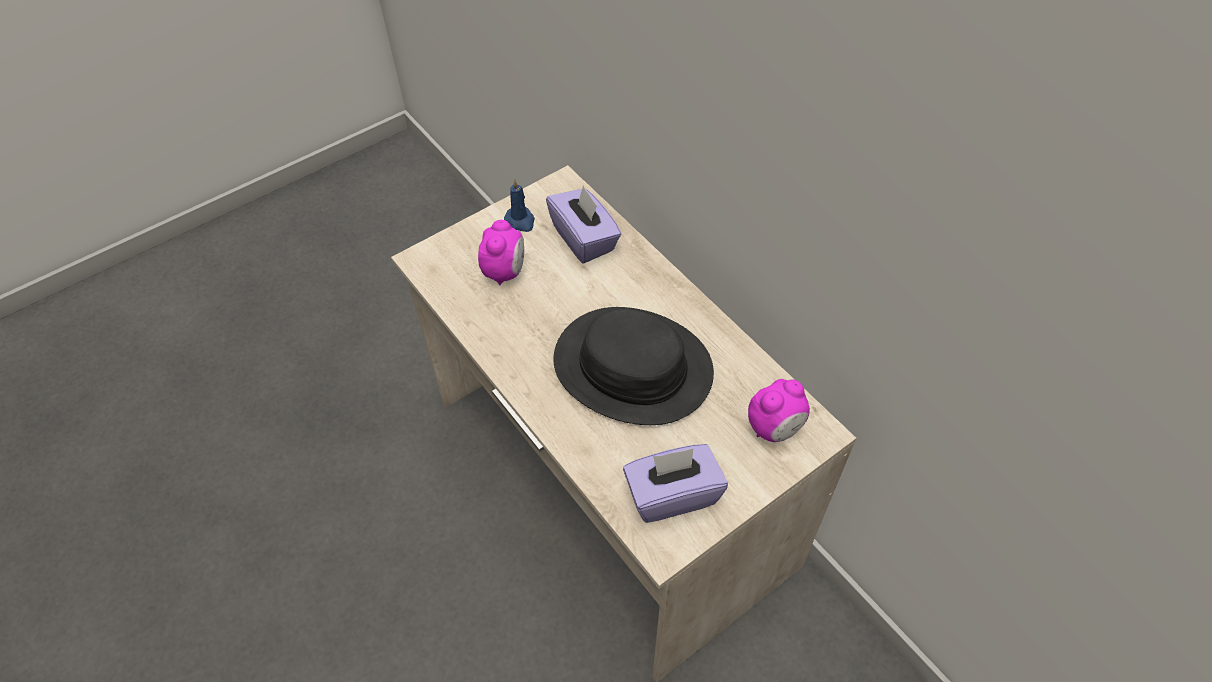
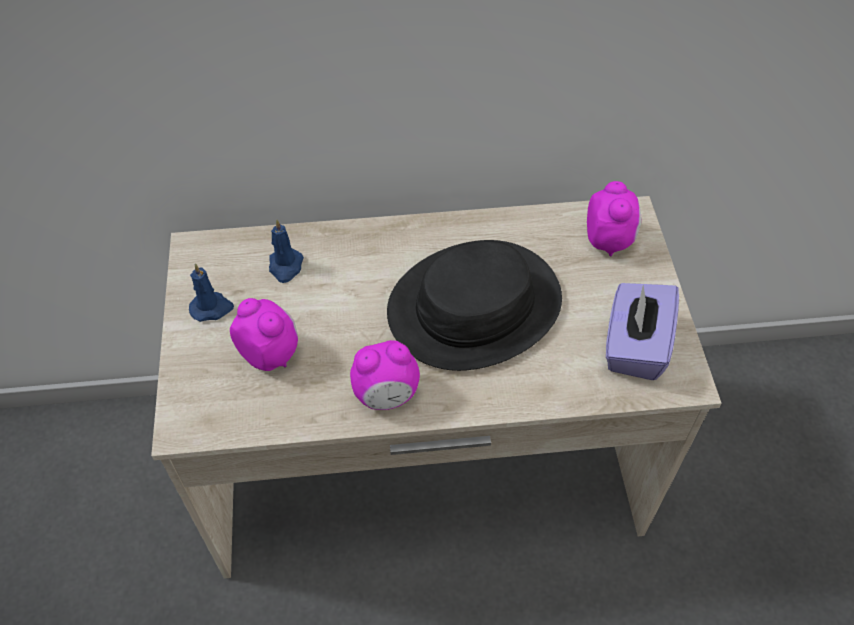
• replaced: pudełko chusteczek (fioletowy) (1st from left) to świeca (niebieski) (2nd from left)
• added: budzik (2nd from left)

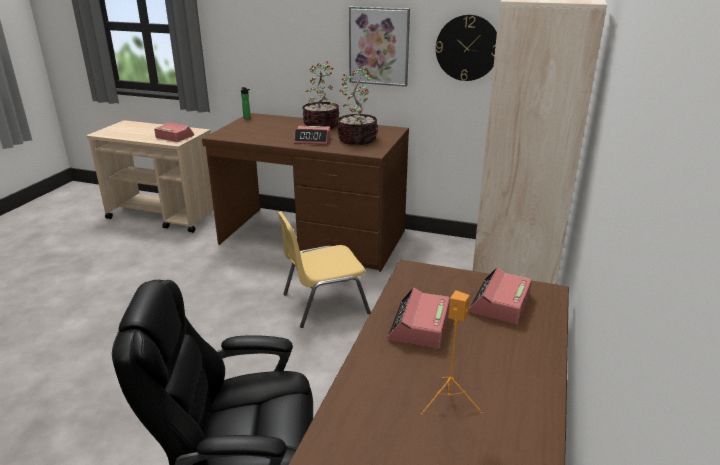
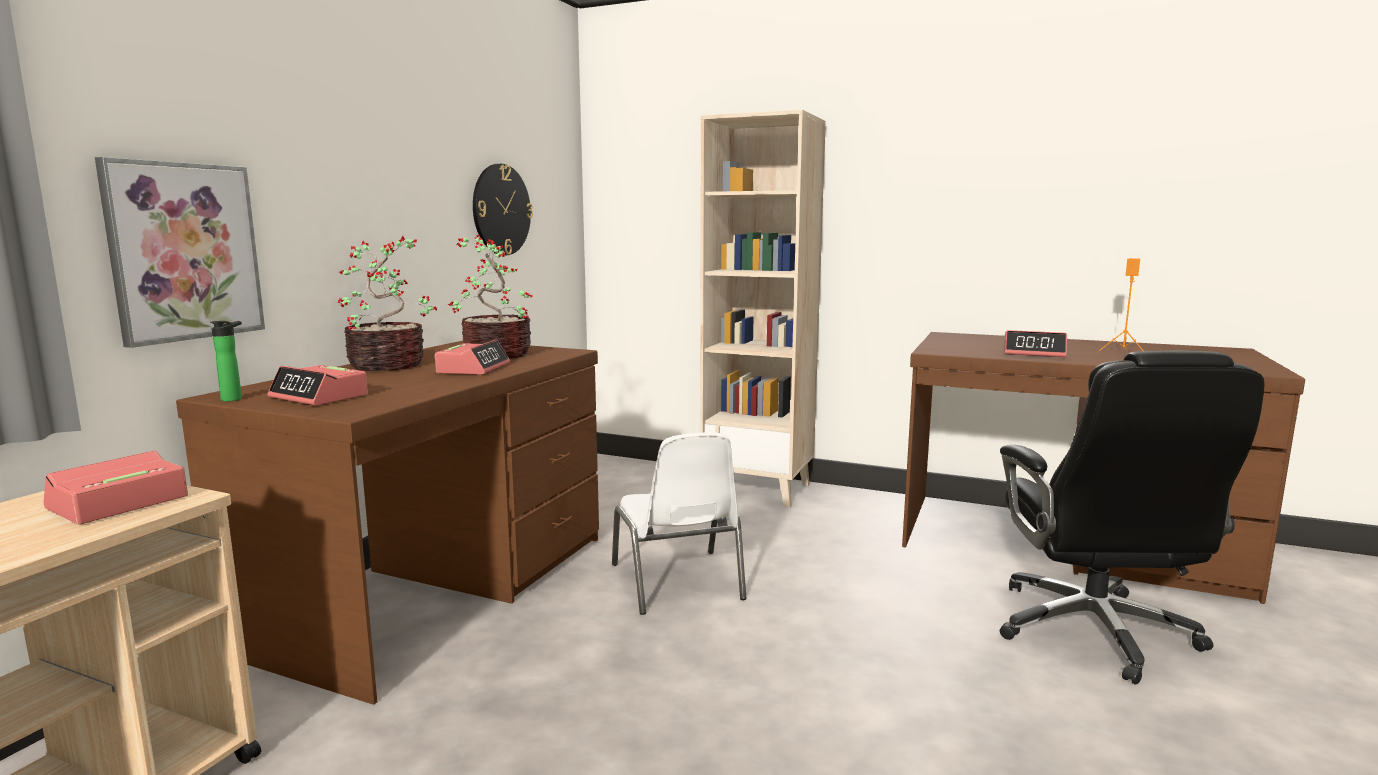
• recoloured: krzesło (żółty) to krzesło (biały)
• moved: obraz
• moved: budzik (4th from left in the first image) to budzik (2nd from left)

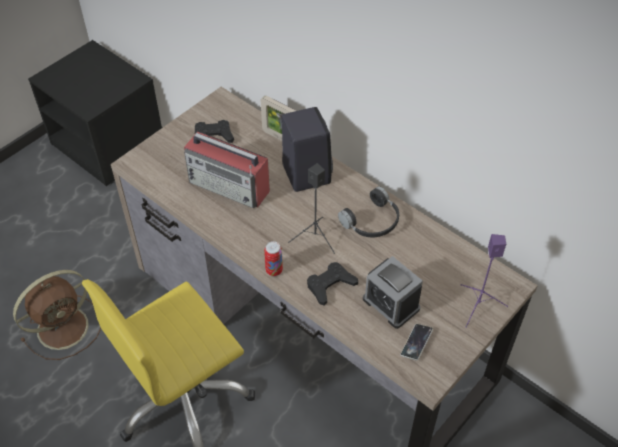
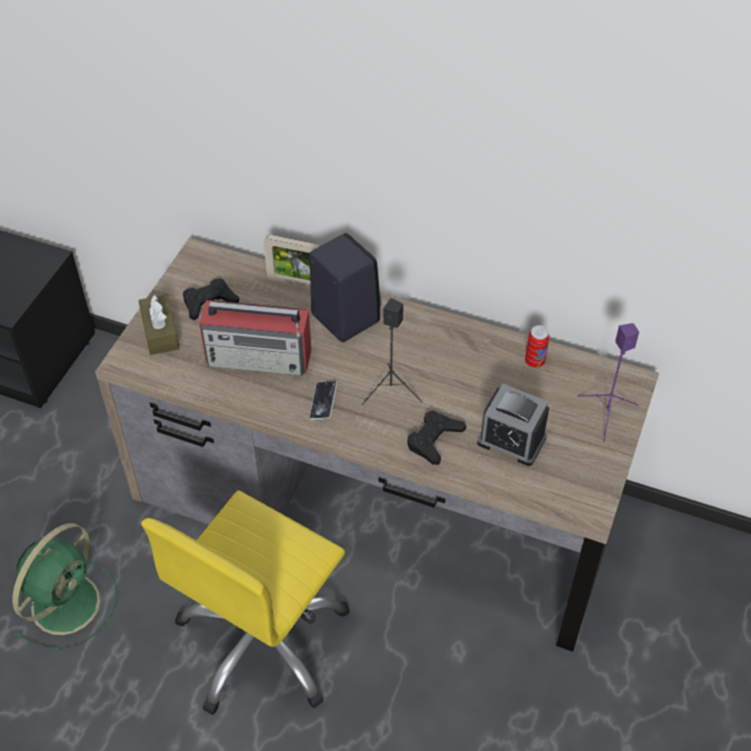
• recoloured: wentylator (brązowy) to wentylator (zielony)
• moved: puszka
• removed: słuchawki (czarny)
• moved: telefon
• added: pudełko chusteczek (brązowy)

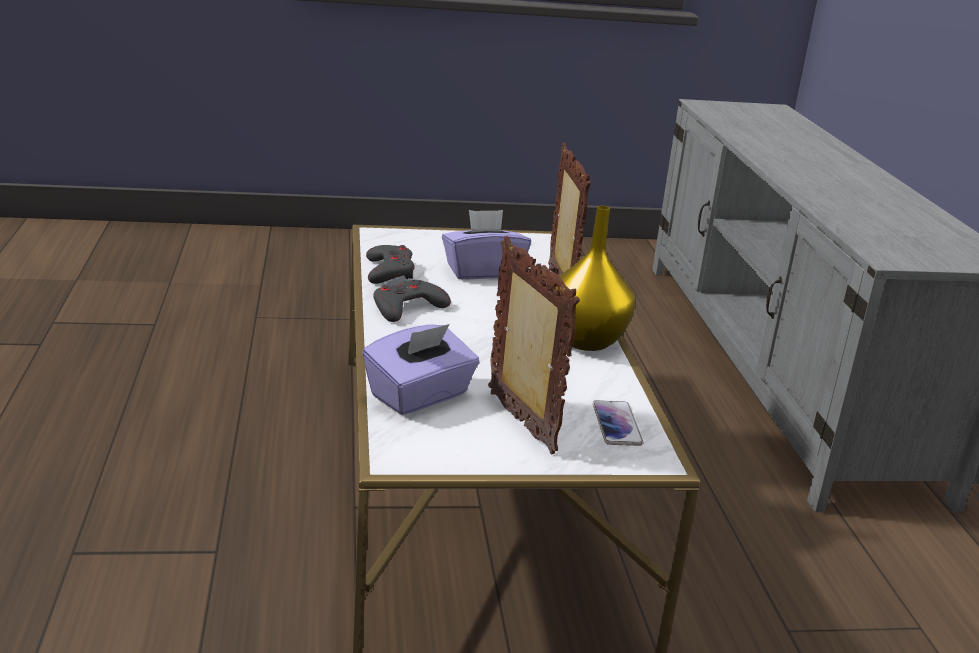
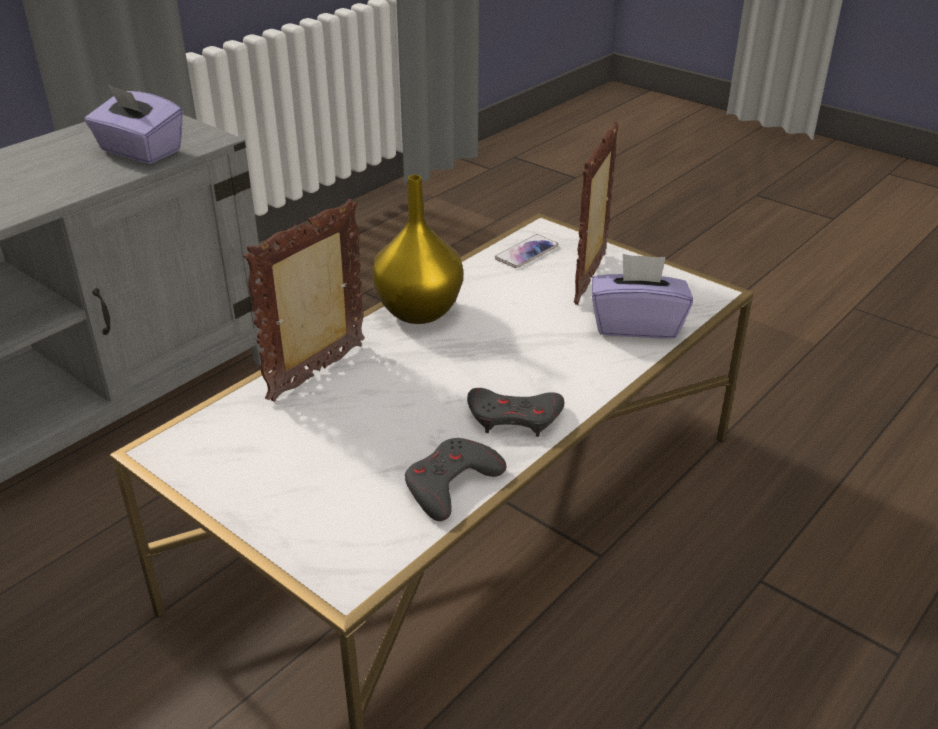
• moved: pudełko chusteczek (fioletowy) (2nd from left in the first image) to pudełko chusteczek (fioletowy) (1st from left)

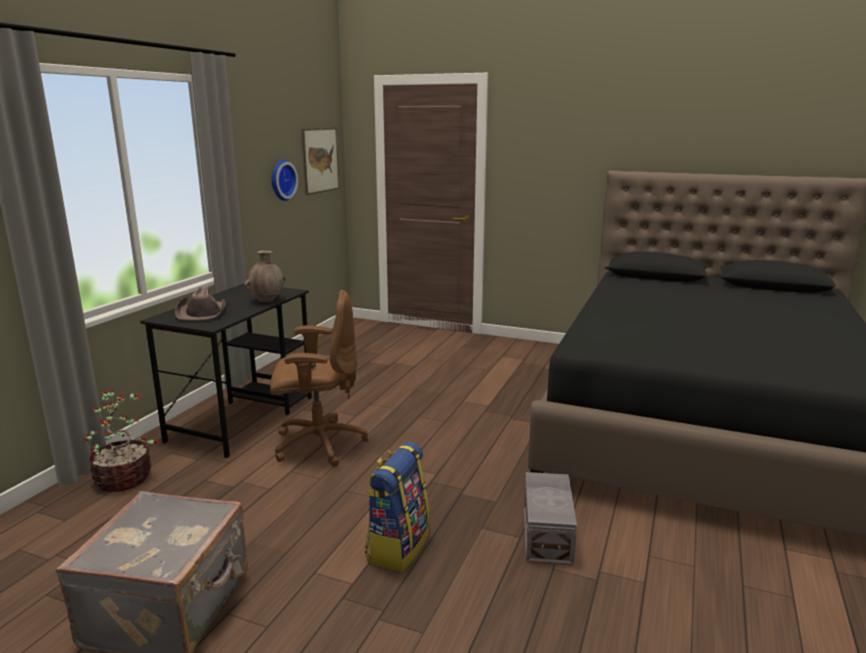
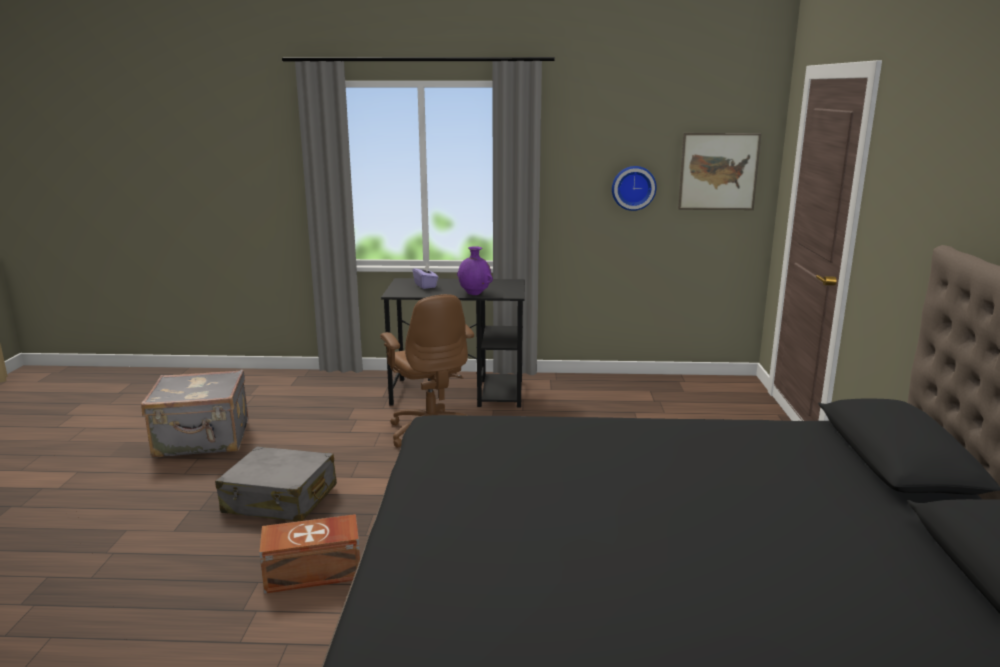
• removed: roślina doniczkowa
• replaced: kapelusz (brązowy) to pudełko chusteczek (fioletowy)
• recoloured: wazon (brązowy) to wazon (fioletowy)
• replaced: plecak to walizka (szary) (2nd from left)
• recoloured: pojemnik do przechowywania (szary) to pojemnik do przechowywania (brązowy)

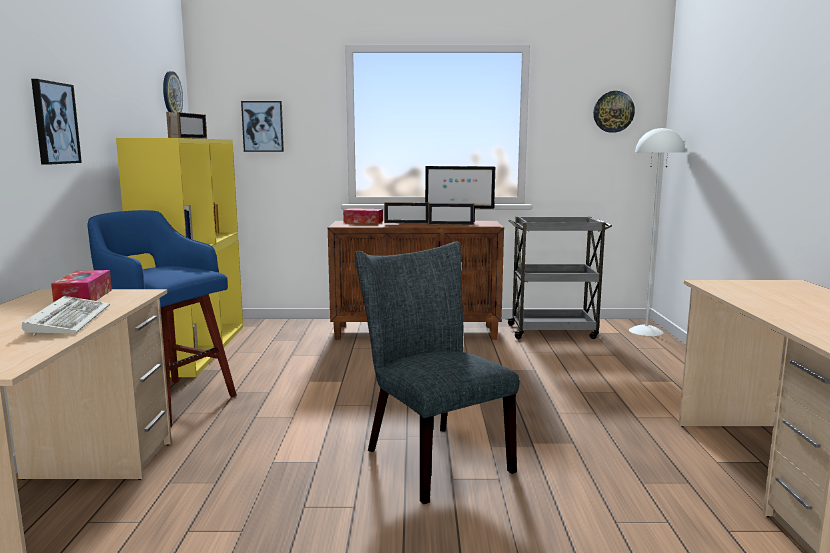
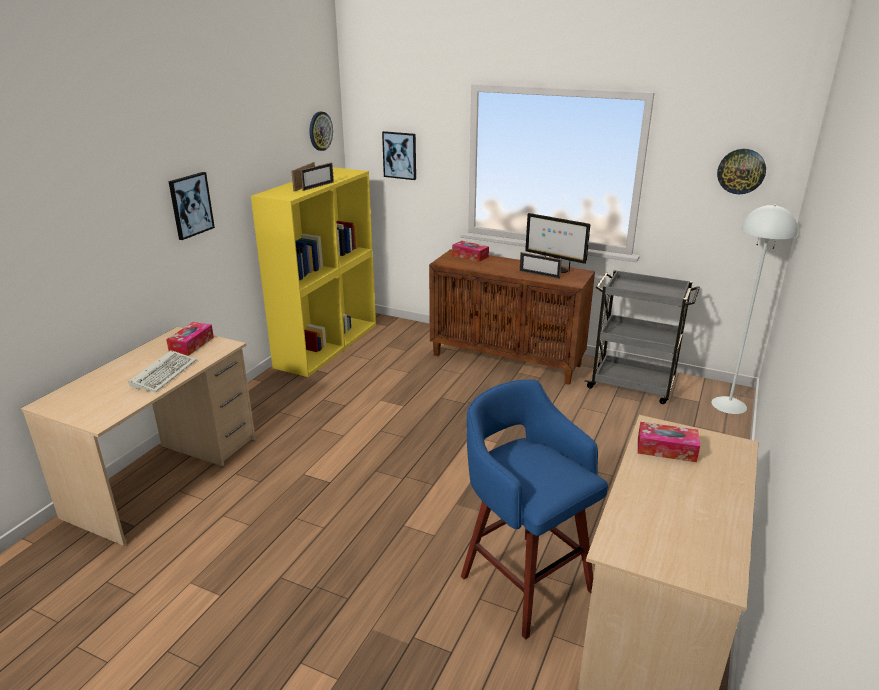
• moved: stołek (niebieski)
• removed: krzesło (szary)
• removed: ramka na zdjęcie (3rd from left)
• added: pudełko chusteczek (3rd from left)

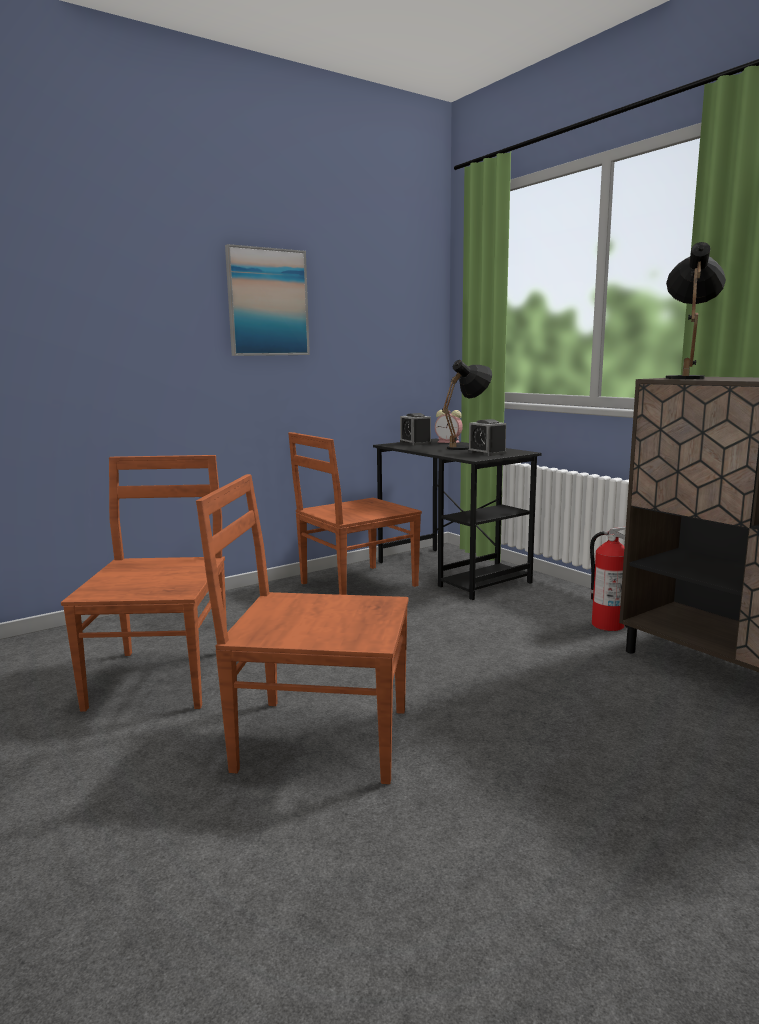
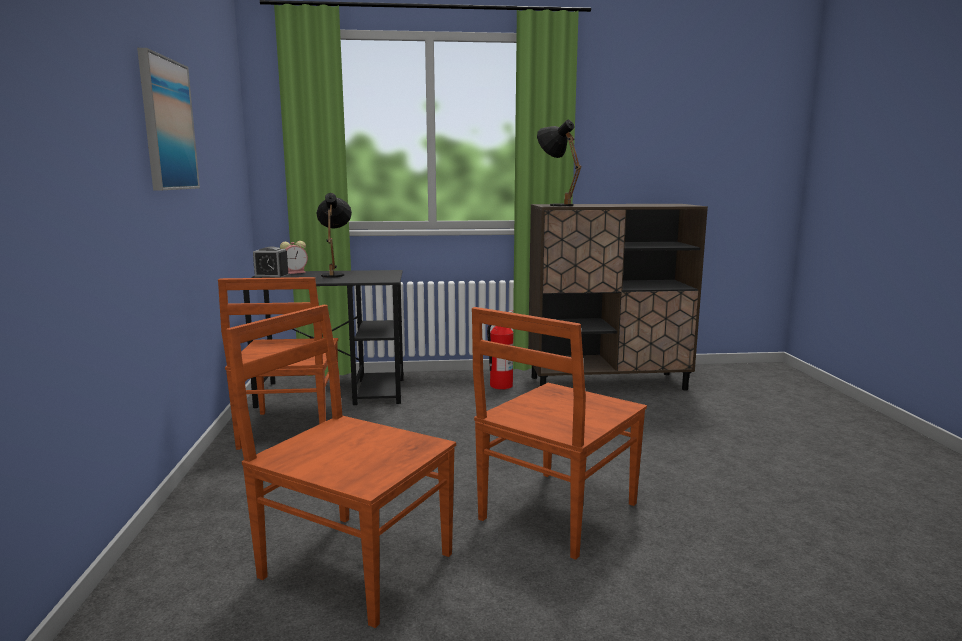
• removed: budzik (3rd from left)

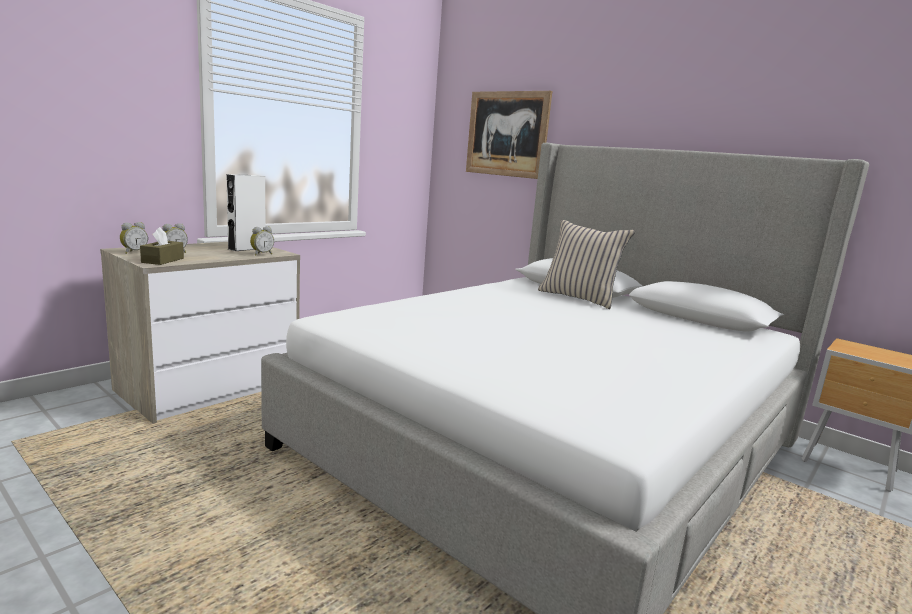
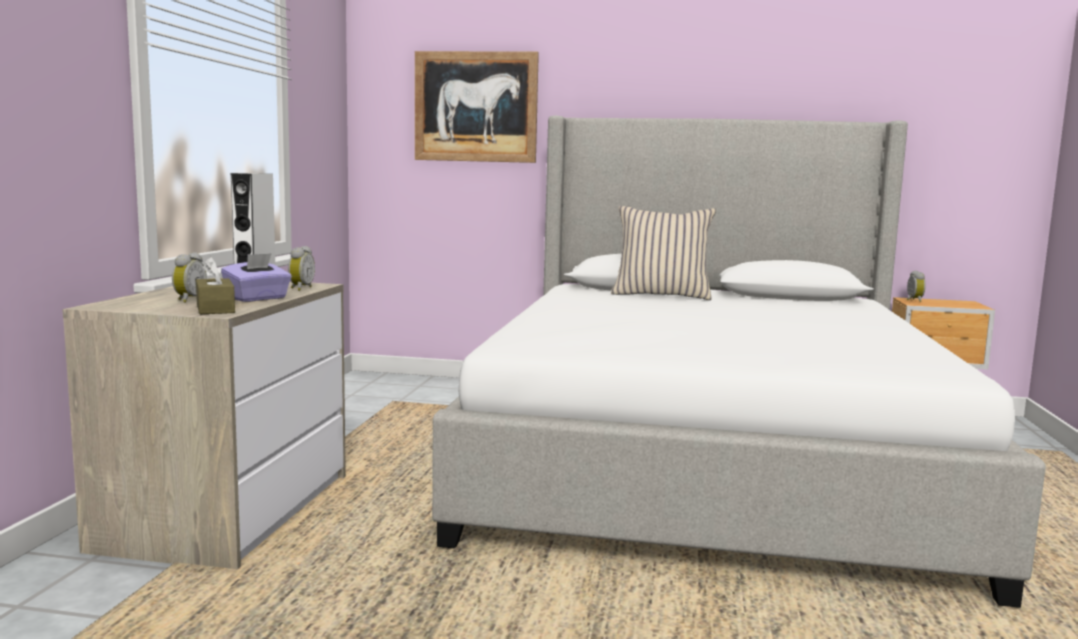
• moved: budzik (1st from left in the first image) to budzik (3rd from left)
• added: pudełko chusteczek (fioletowy)

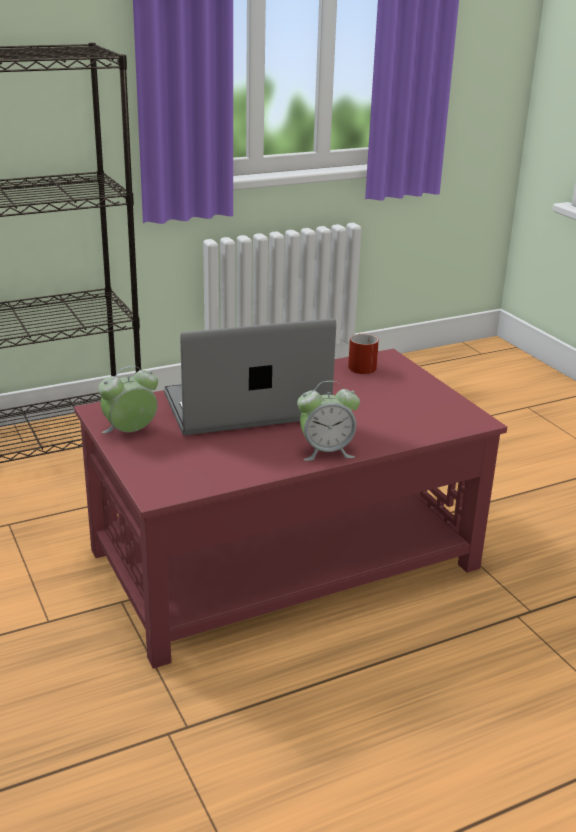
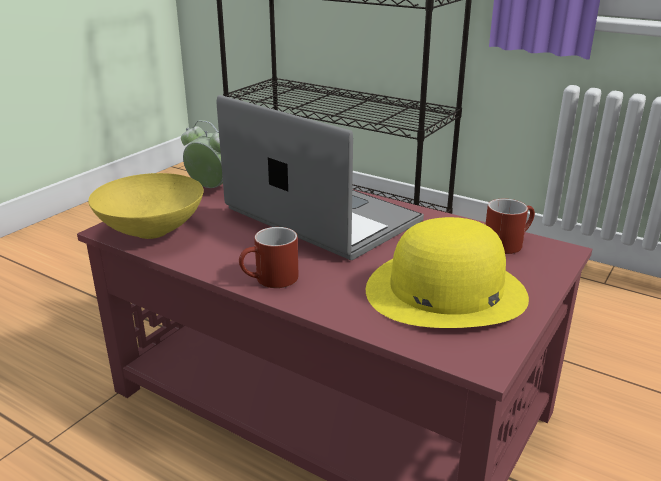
• replaced: budzik (2nd from left) to kubek (czerwony) (1st from left)
• added: miska (żółty)
• added: kapelusz (żółty)

